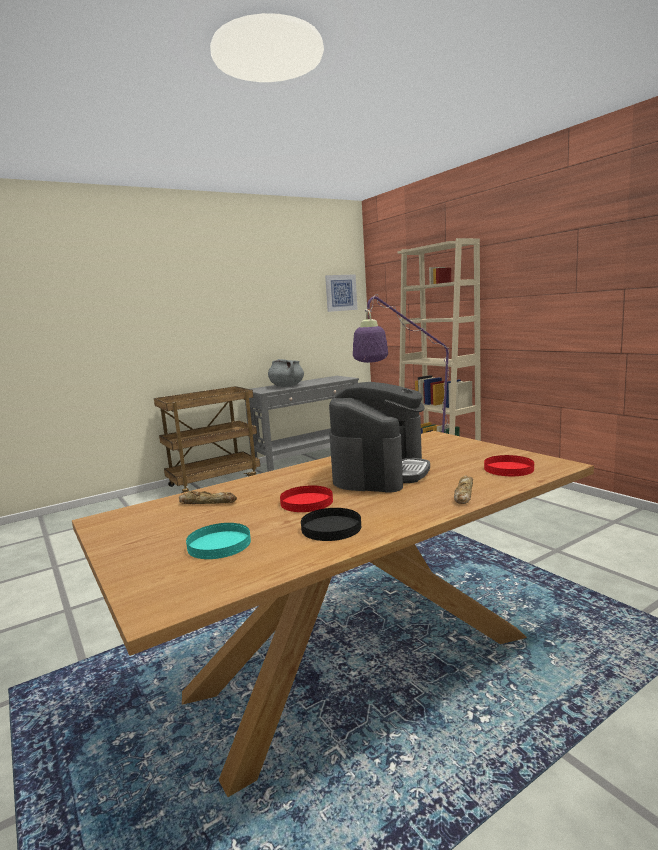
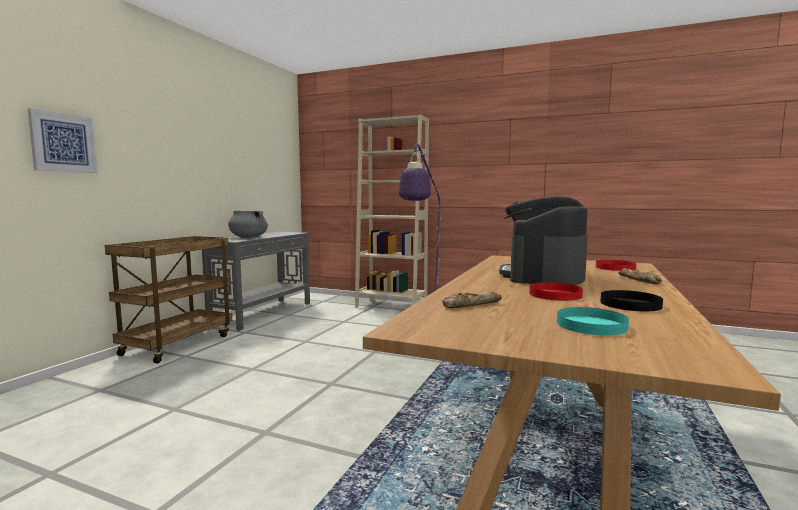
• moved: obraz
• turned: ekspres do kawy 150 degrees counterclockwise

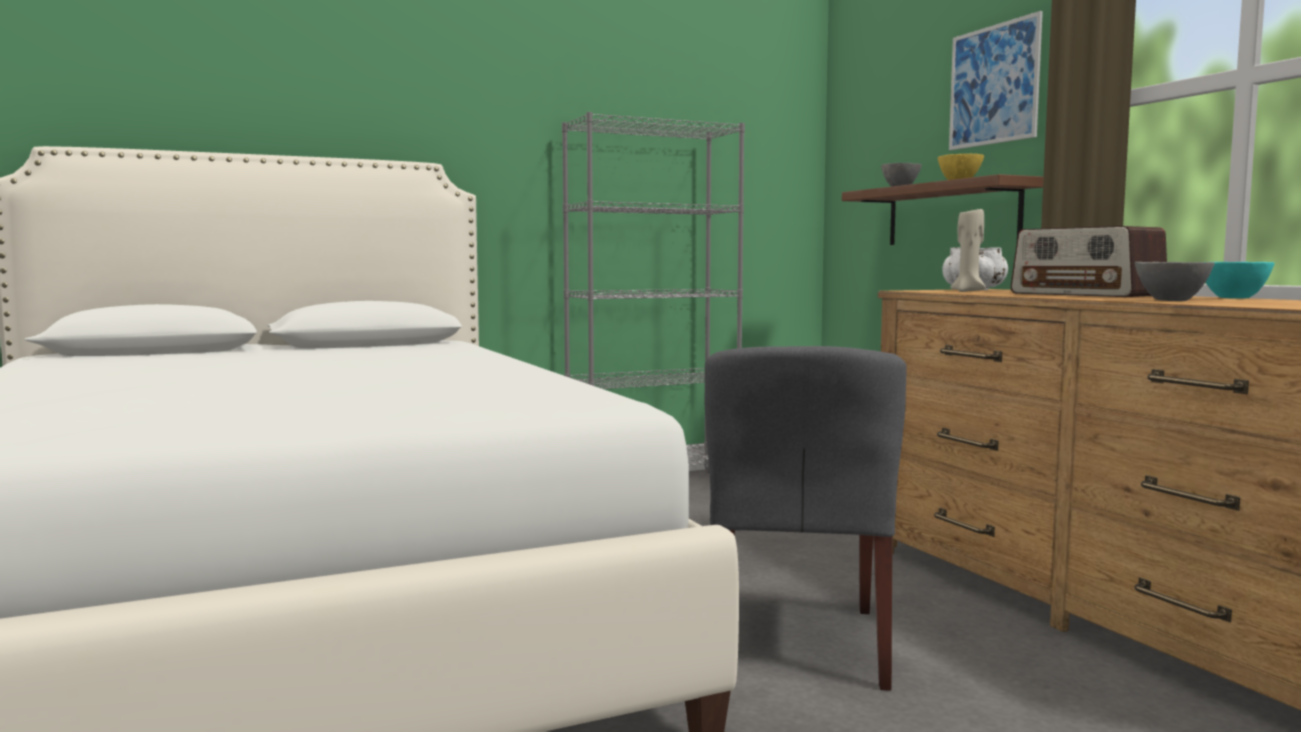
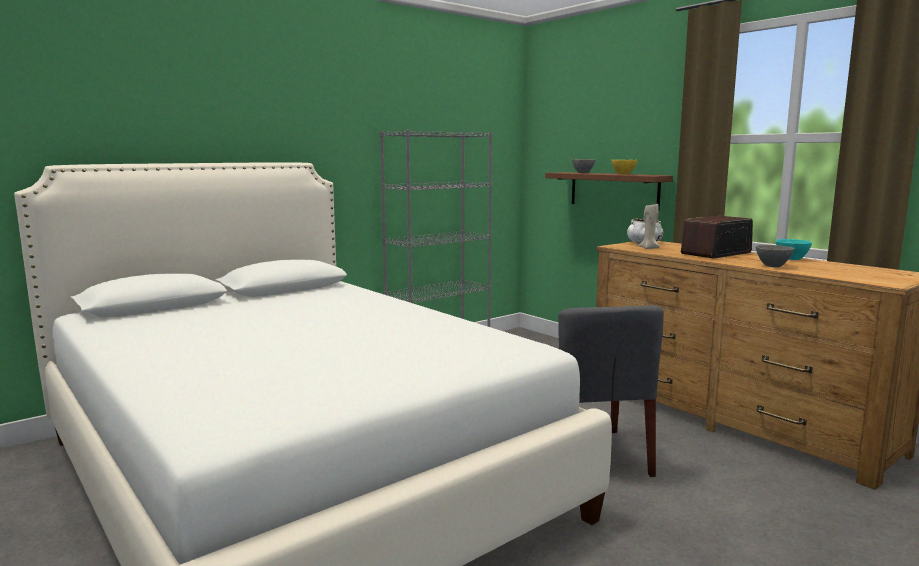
• removed: obraz
• turned: radio 105 degrees clockwise

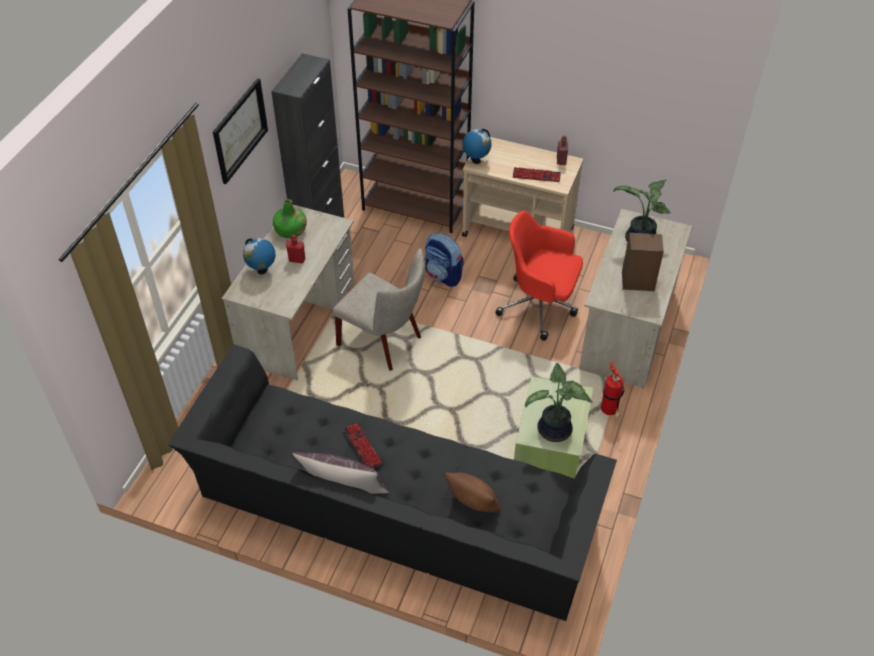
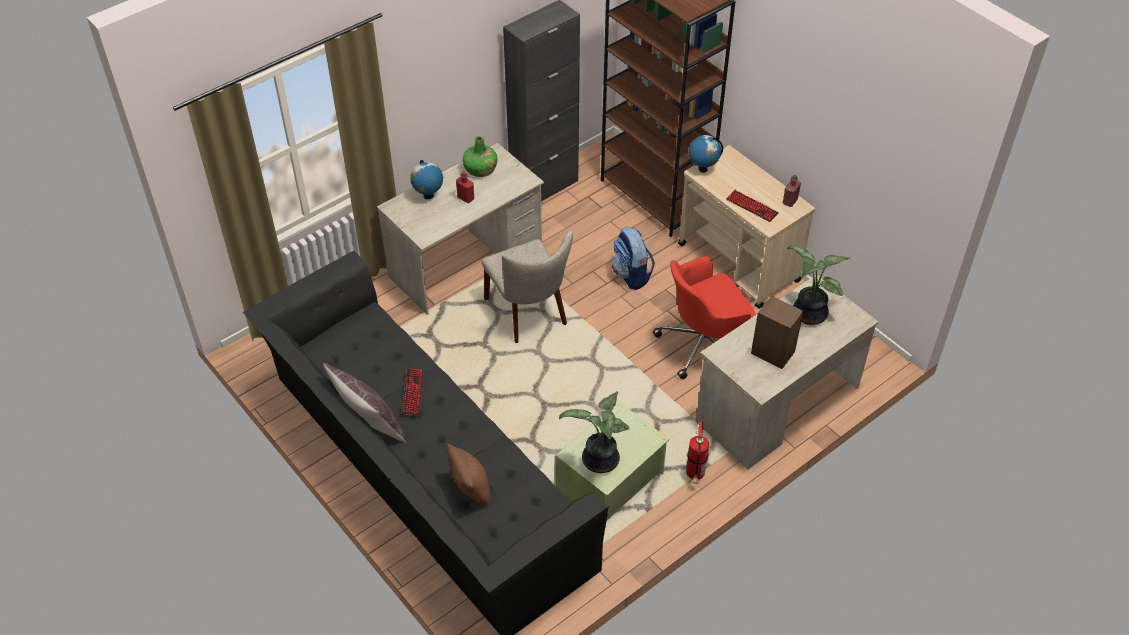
• removed: obraz
• turned: krzesło biurowe (czerwony) 75 degrees counterclockwise

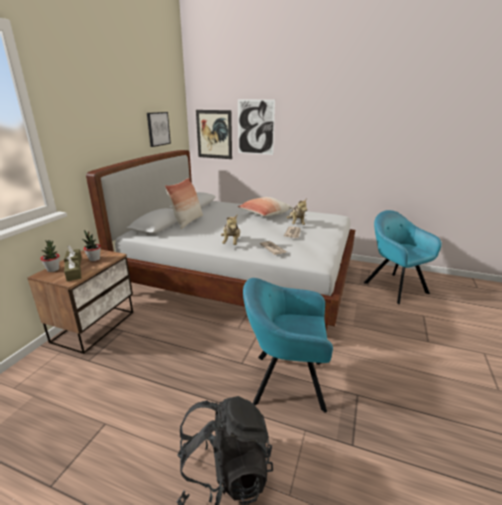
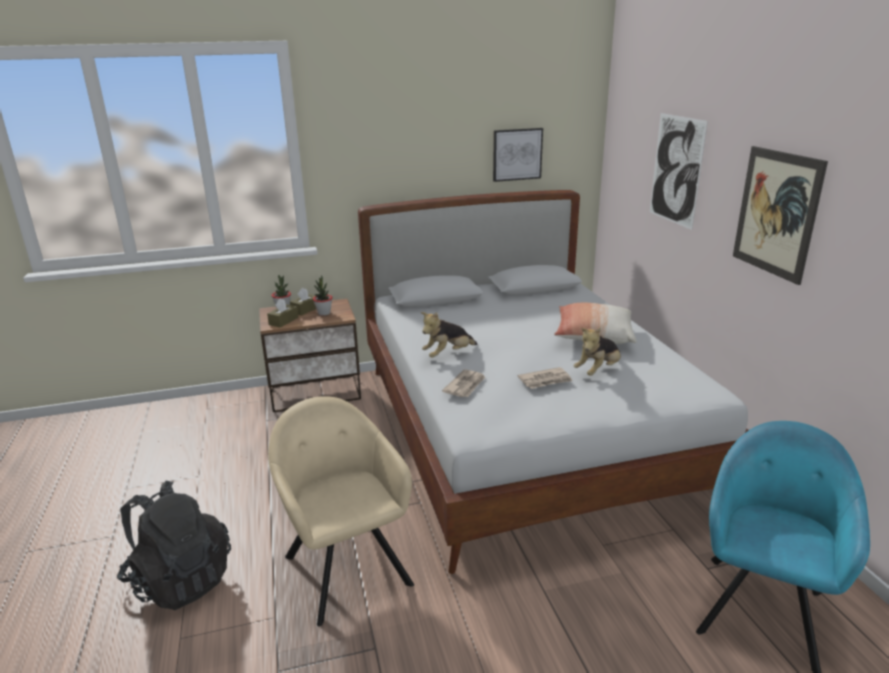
• removed: poduszka (1st from left)
• moved: obraz (2nd from left in the first image) to obraz (3rd from left)
• recoloured: fotel (turkusowy) (1st from left) to fotel (beżowy)

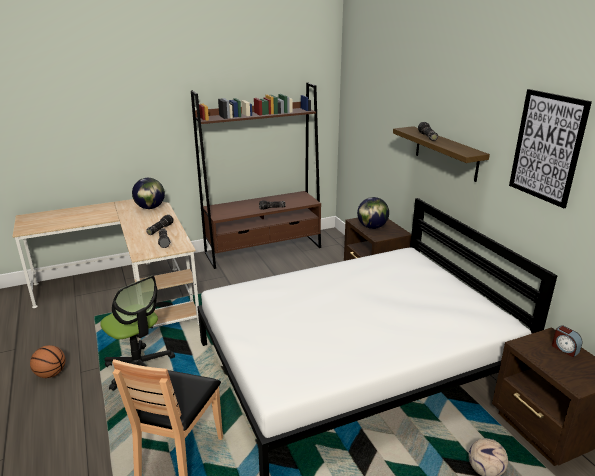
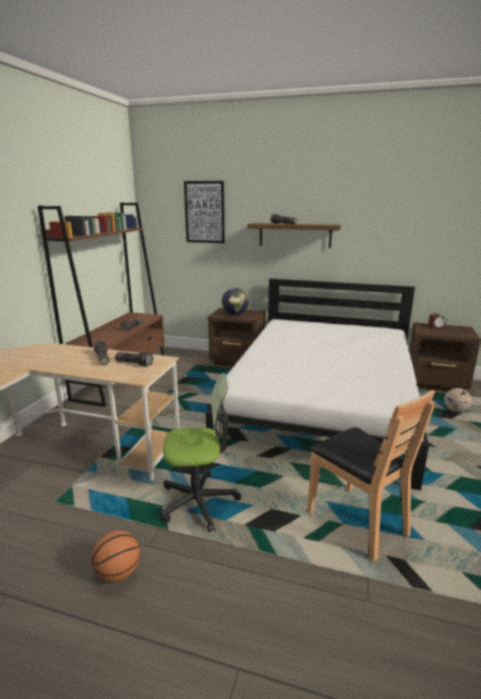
• removed: globus (1st from left)
• moved: obraz

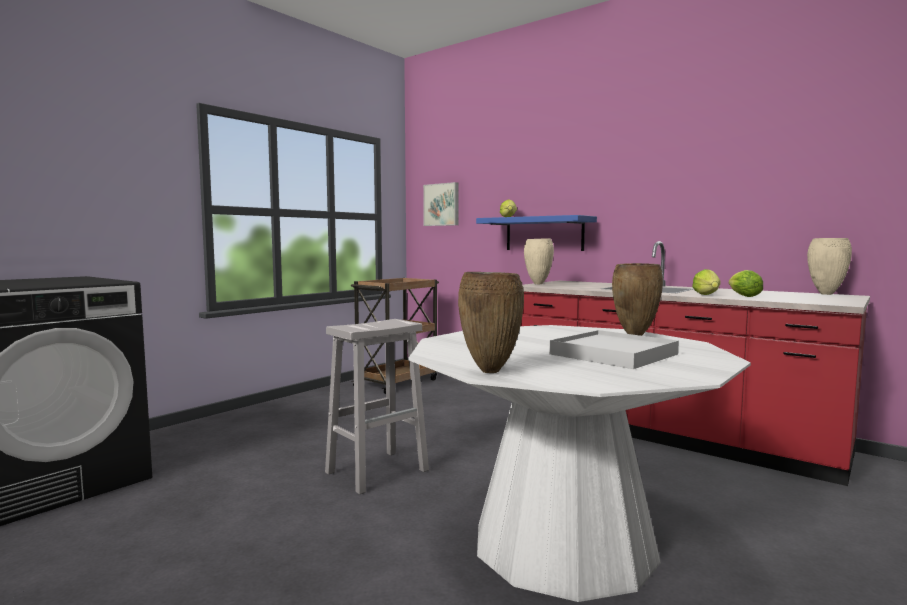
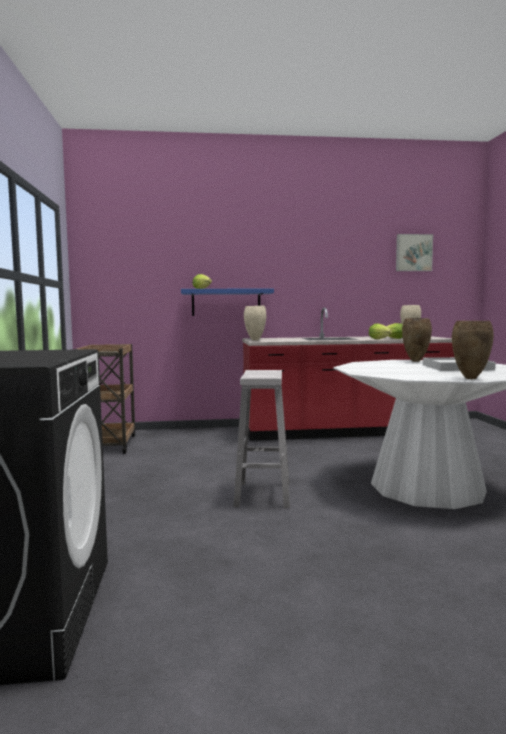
• moved: obraz

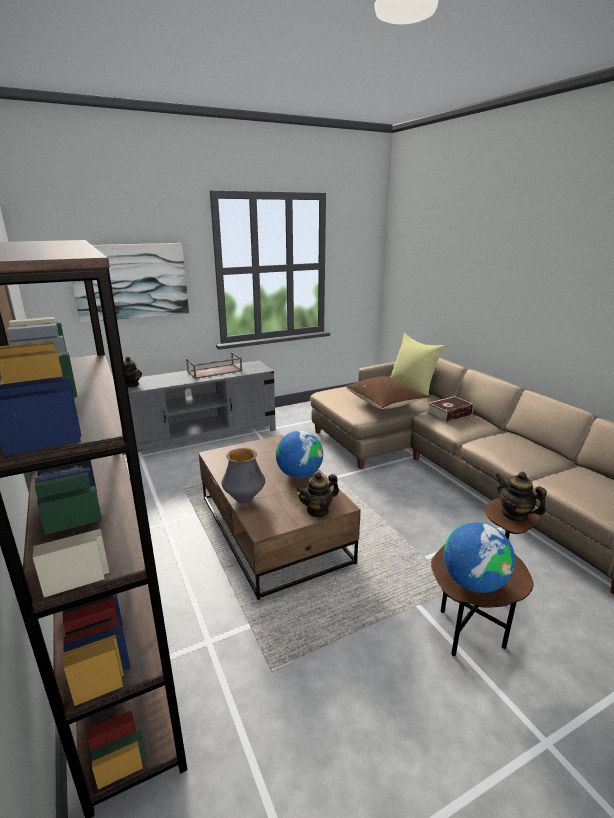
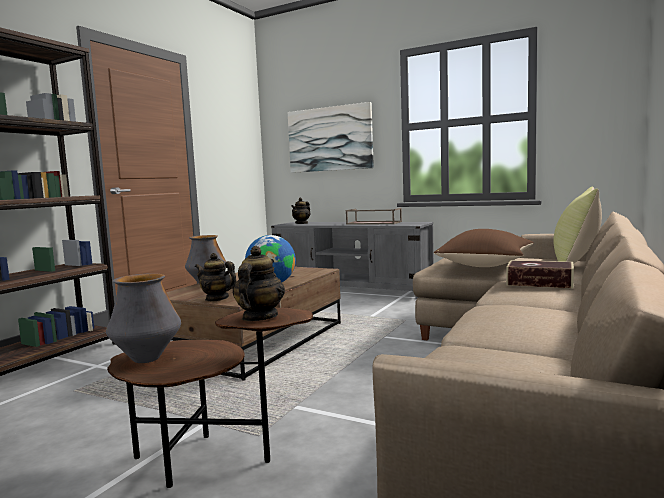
• replaced: globus (2nd from left) to wazon (1st from left)

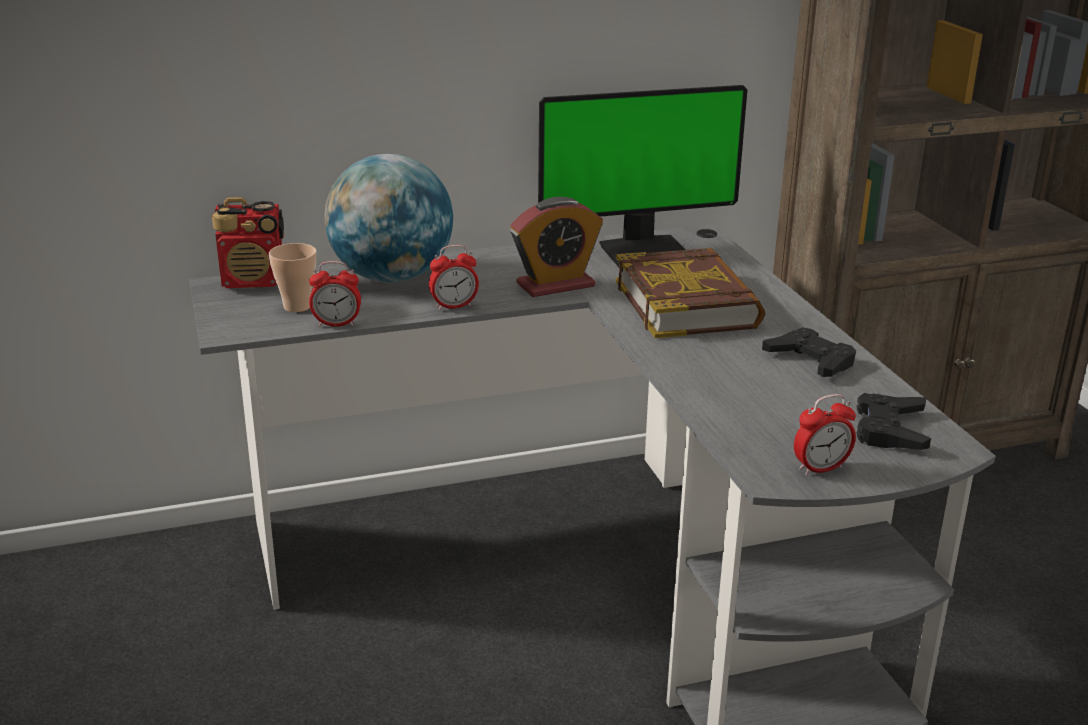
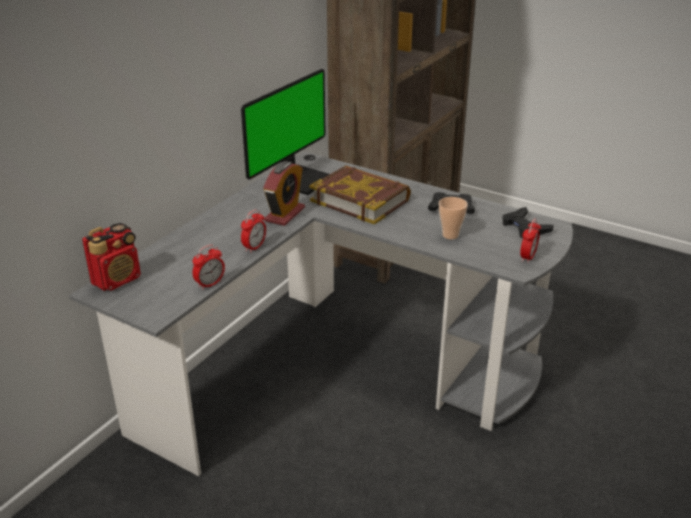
• moved: filiżanka
• removed: globus

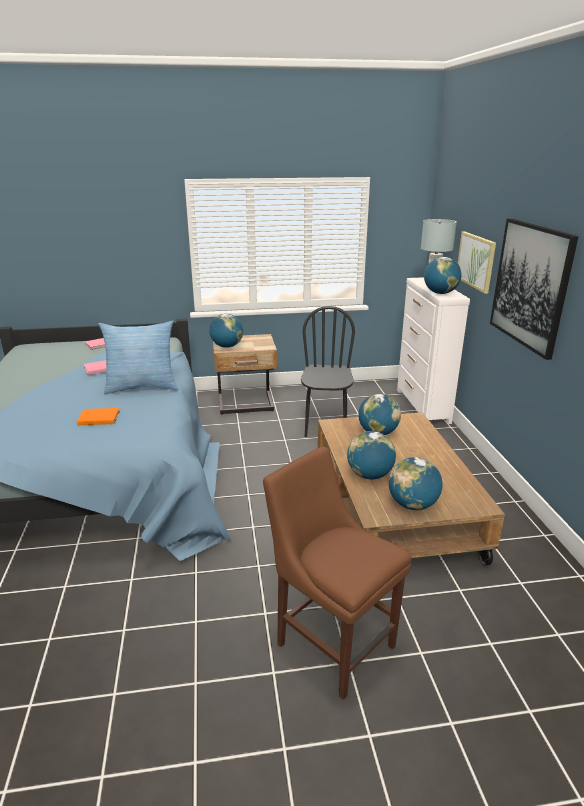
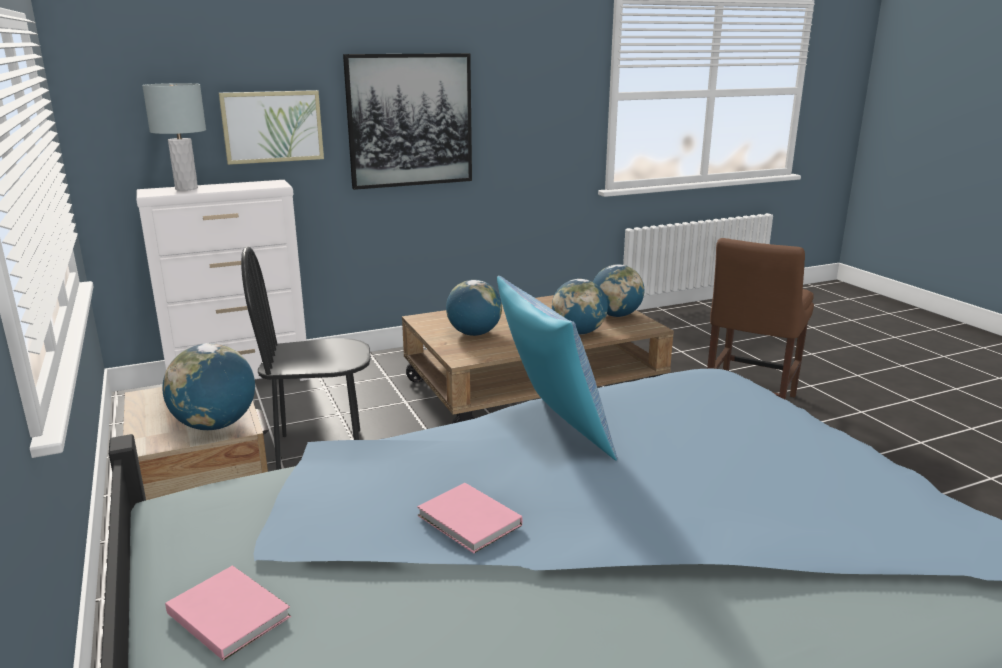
• removed: książka (pomarańczowy)
• removed: globus (5th from left)

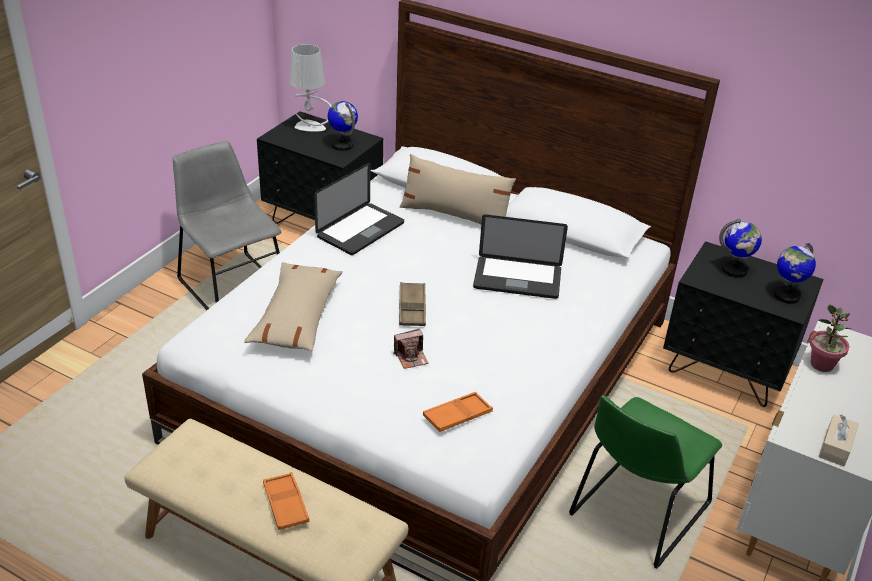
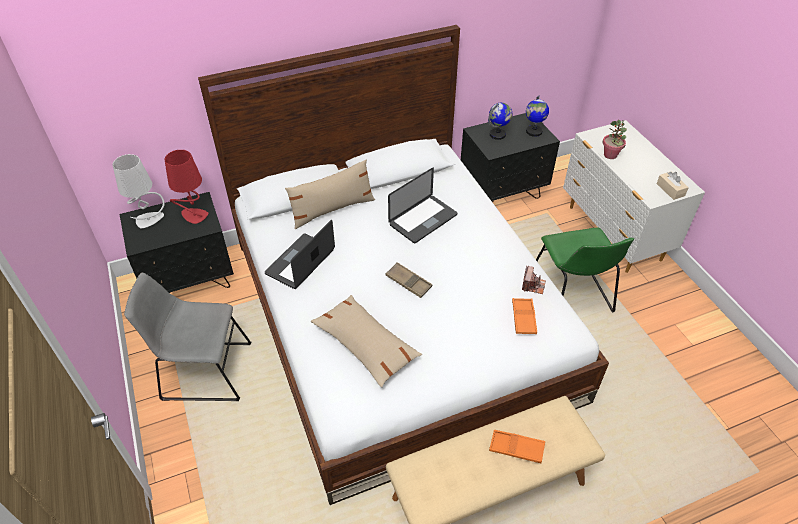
• turned: laptop (1st from left) 135 degrees counterclockwise
• replaced: globus (1st from left) to lampa stołowa (czerwony)
• moved: aparat fotograficzny

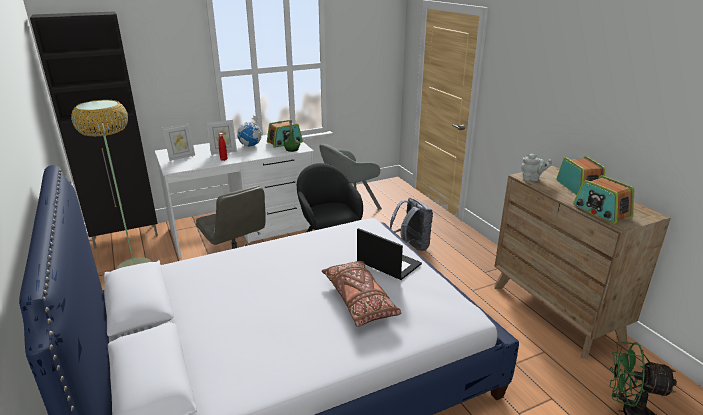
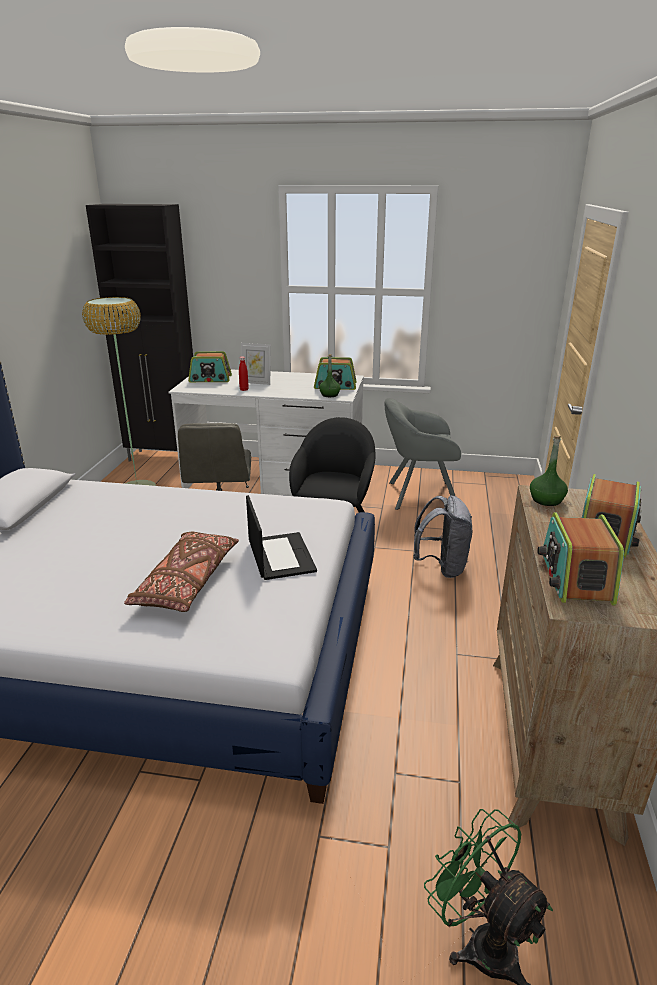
• replaced: ramka na zdjęcie (1st from left) to radio (1st from left)
• removed: globus
• replaced: imbryk (szary) to butelka (zielony) (2nd from left)

